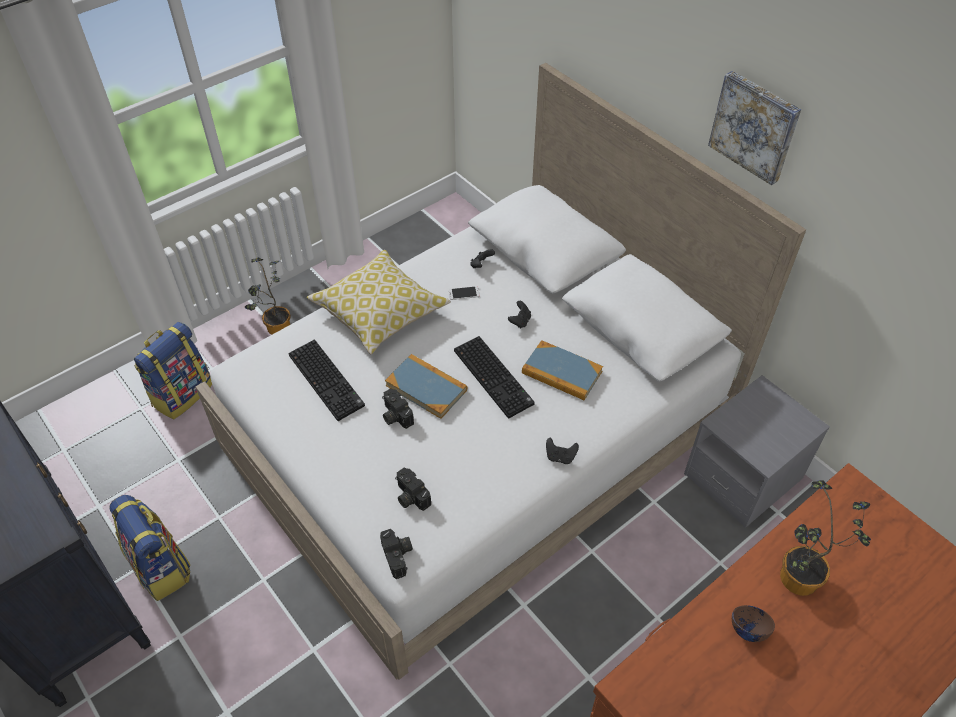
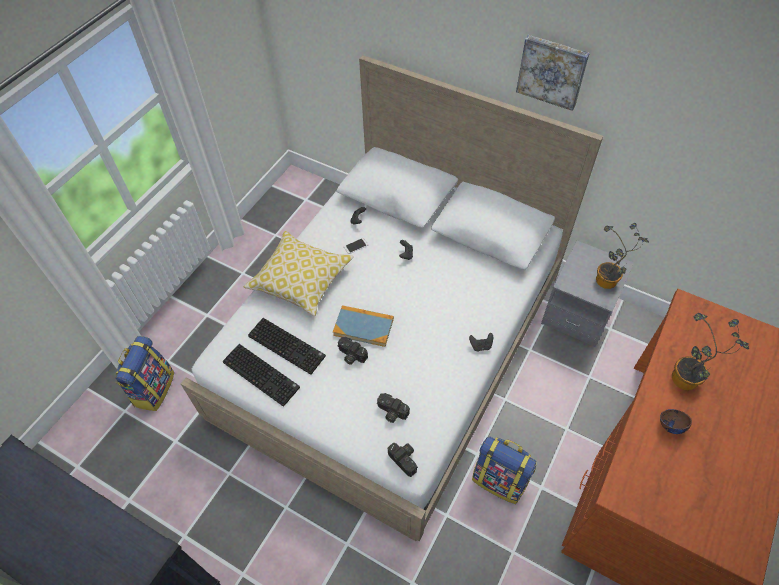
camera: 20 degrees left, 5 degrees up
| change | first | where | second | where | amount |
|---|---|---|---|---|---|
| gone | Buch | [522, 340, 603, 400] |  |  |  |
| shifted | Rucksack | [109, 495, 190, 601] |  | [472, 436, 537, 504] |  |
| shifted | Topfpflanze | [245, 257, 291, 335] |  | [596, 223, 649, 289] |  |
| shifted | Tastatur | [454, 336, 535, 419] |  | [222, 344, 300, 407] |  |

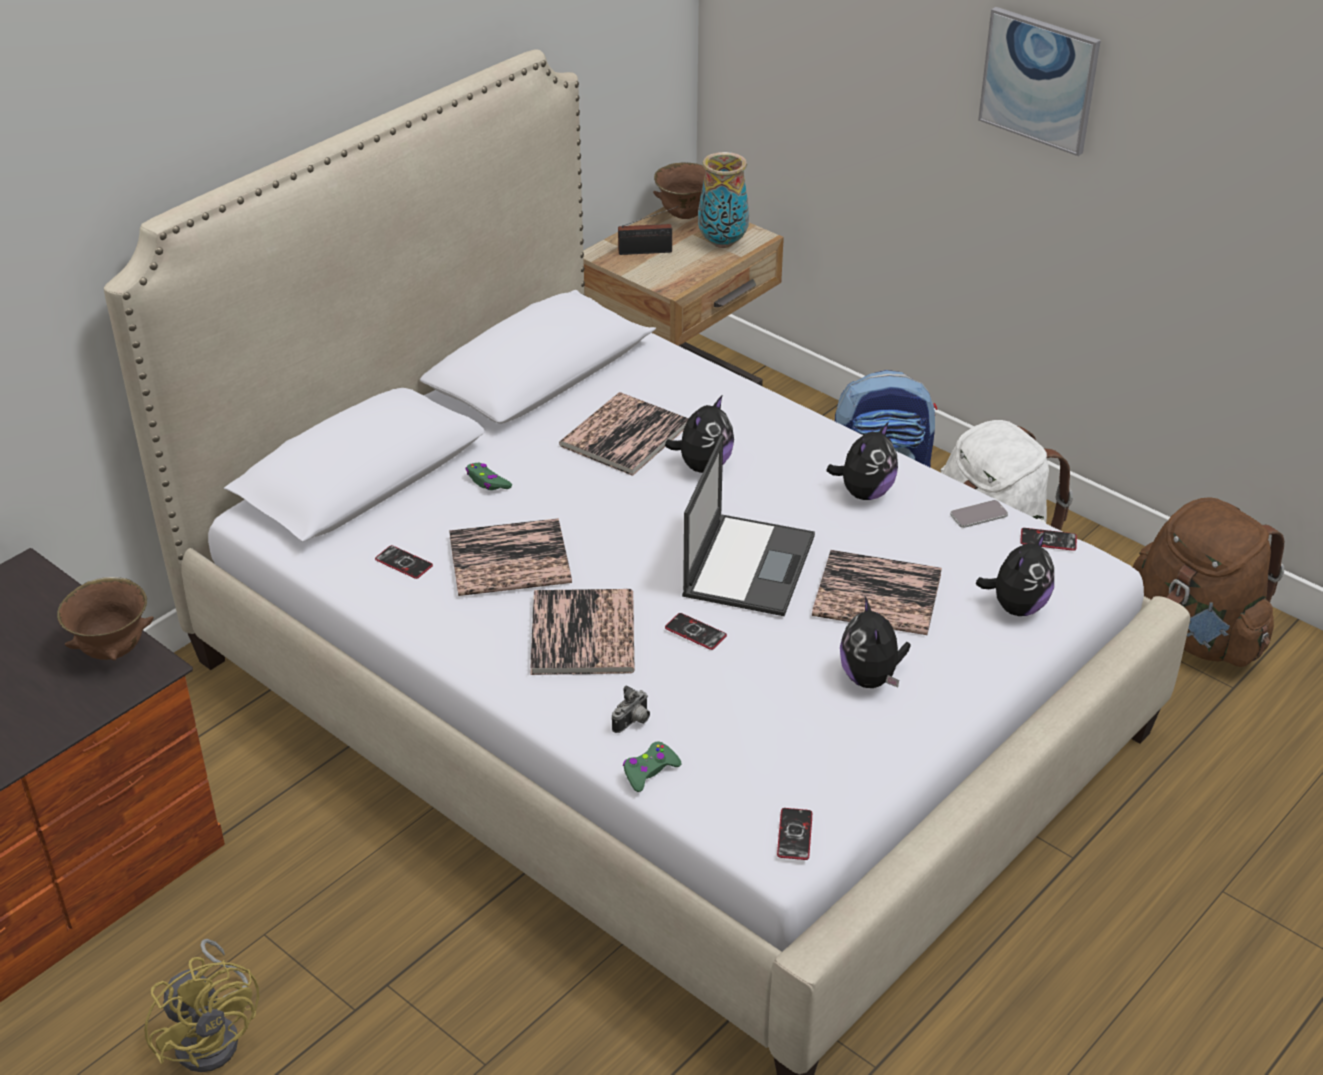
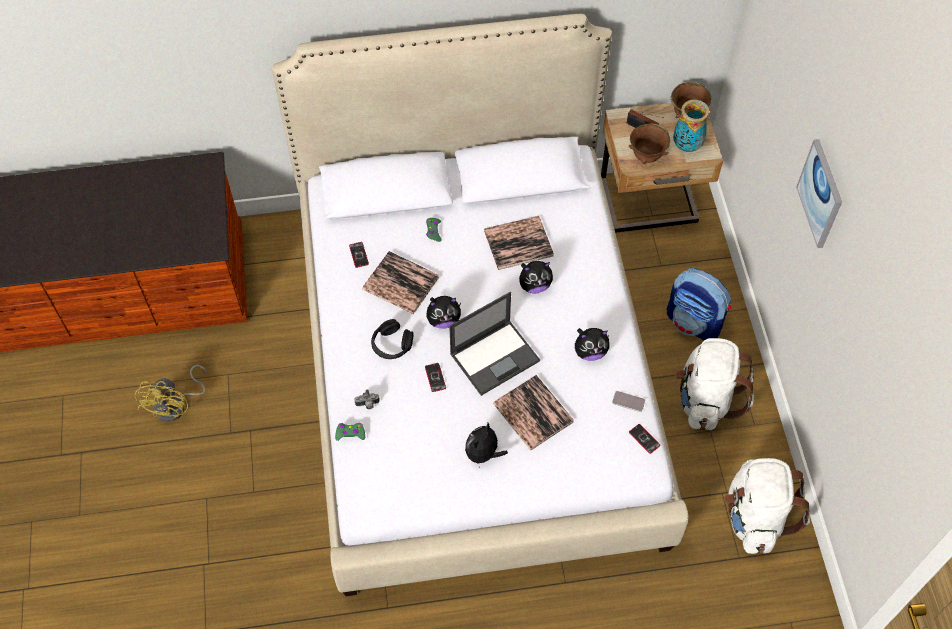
camera: 40 degrees right, 20 degrees up
| change | first | where | second | where | amount |
|---|---|---|---|---|---|
| gone | Handy | [777, 808, 812, 860] |  |  |  |
| shifted | Schüssel/braun | [57, 577, 154, 660] |  | [629, 123, 670, 164] |  |
| shifted | Plüschtier | [976, 532, 1054, 616] |  | [426, 296, 461, 329] |  |
| swapped | Buch | [530, 589, 635, 675] | Kopfhörer/schwarz | [371, 319, 413, 359] |  |
| repainted | Rucksack/braun | [1133, 497, 1284, 667] | Rucksack/weiß | [724, 458, 810, 554] |  |

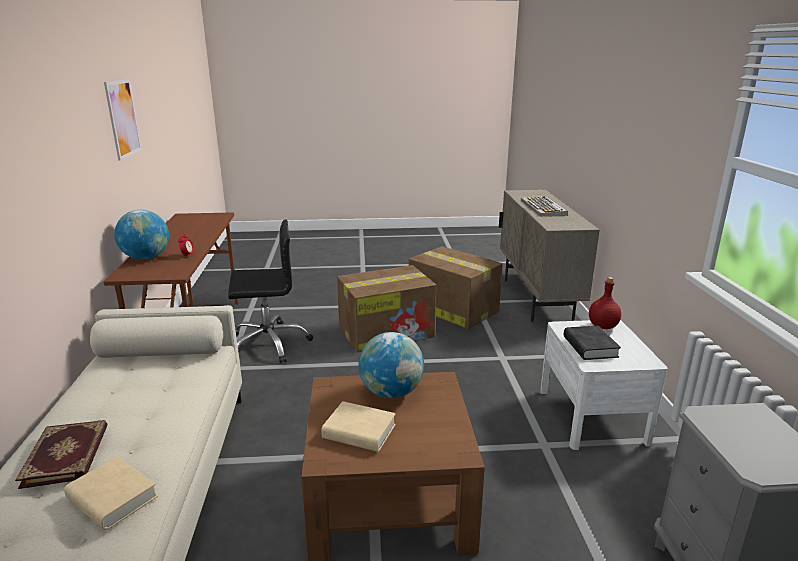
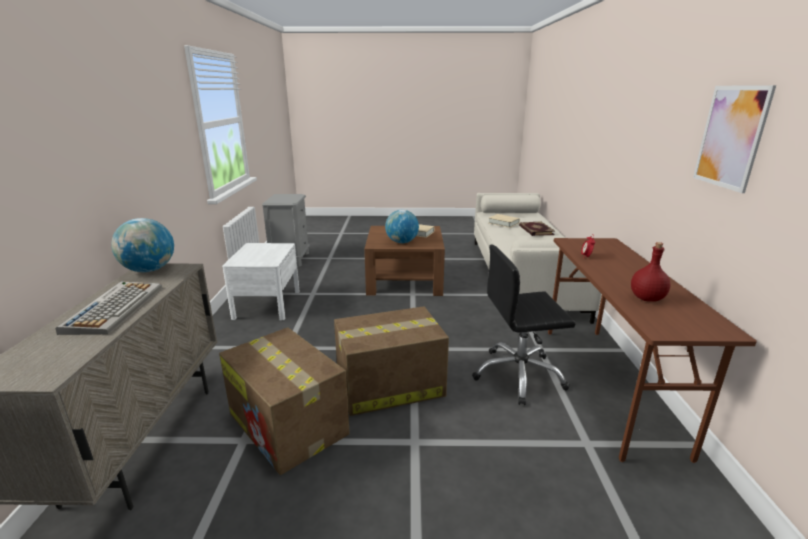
camera: 175 degrees left, 0 degrees up
| change | first | where | second | where | amount |
|---|---|---|---|---|---|
| gone | Buch/schwarz | [564, 325, 621, 360] |  |  |  |
| shifted | Globus | [114, 210, 169, 260] |  | [111, 218, 174, 272] |  |
| shifted | Flasche/rot | [589, 277, 621, 329] |  | [631, 242, 670, 302] |  |

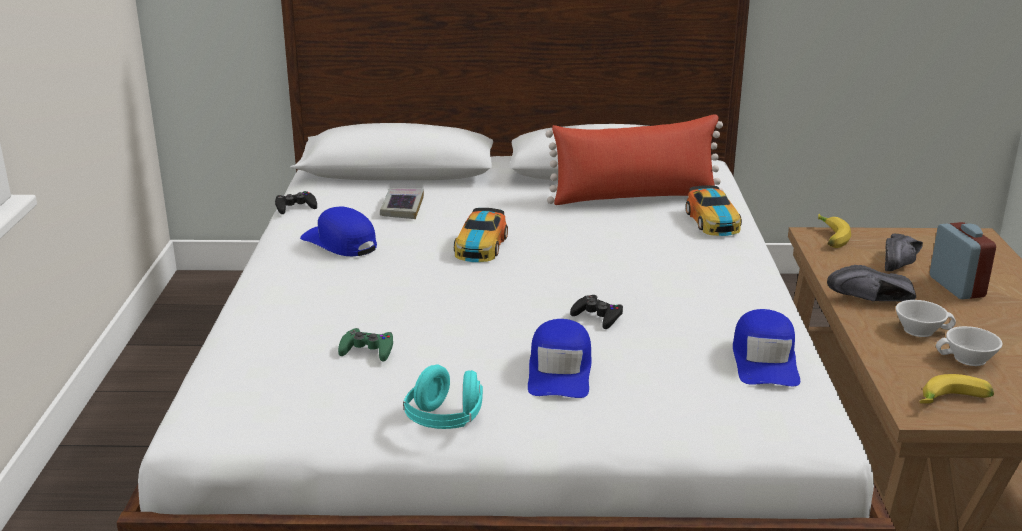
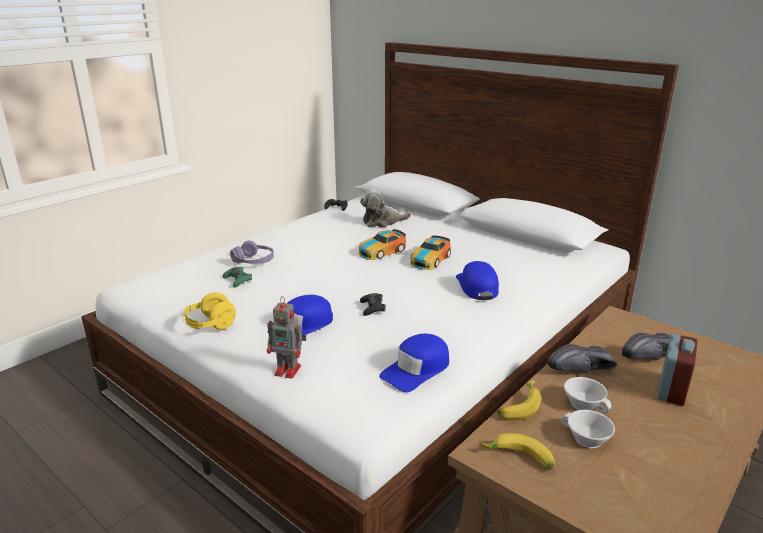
camera: 40 degrees right, 0 degrees up
| change | first | where | second | where | amount |
|---|---|---|---|---|---|
| gone | Kissen/rot | [545, 114, 723, 205] |  |  |  |
| new |  |  | Kopfhörer/lila | [230, 241, 274, 264] |  |
| new |  |  | Spielzeugroboter | [267, 297, 306, 379] |  |
| shifted | Kappe/blau | [300, 207, 377, 256] |  | [456, 261, 499, 300] |  |
| shifted | Spielzeugauto | [685, 185, 742, 236] |  | [410, 235, 451, 270] |  |
| shifted | Banane | [818, 214, 851, 248] |  | [497, 380, 541, 420] |  |
| swapped | Buch | [380, 188, 424, 219] | Plüschtier | [360, 189, 411, 227] |  |
| repainted | Kopfhörer/türkis | [403, 365, 483, 429] | Kopfhörer/gelb | [182, 292, 236, 330] |  |
| rotated | Schuh/schwarz | [827, 265, 916, 302] |  | [548, 344, 617, 373] | 60 degrees counterclockwise |

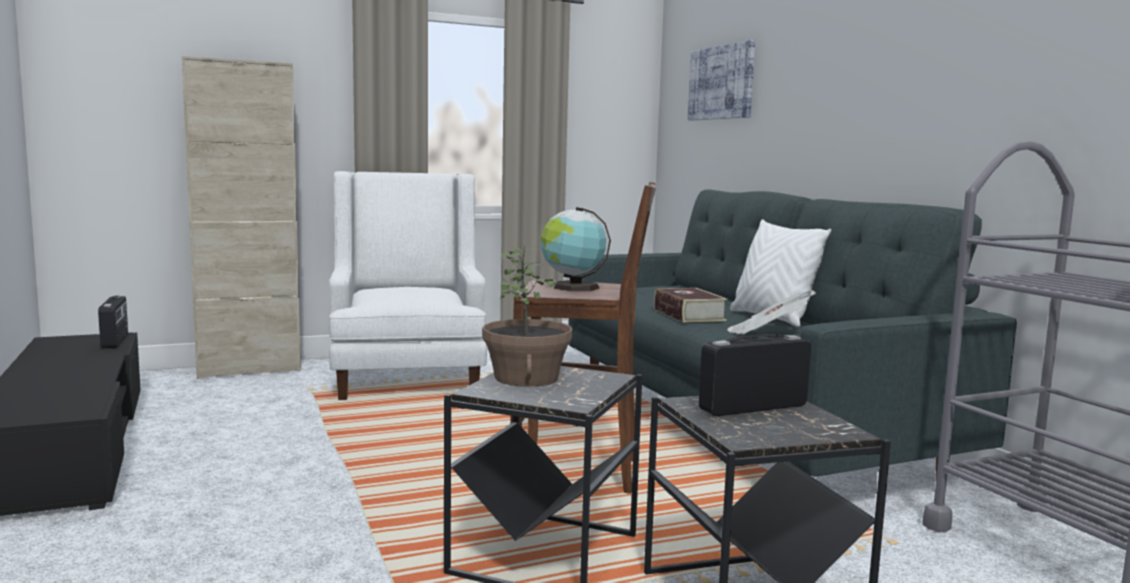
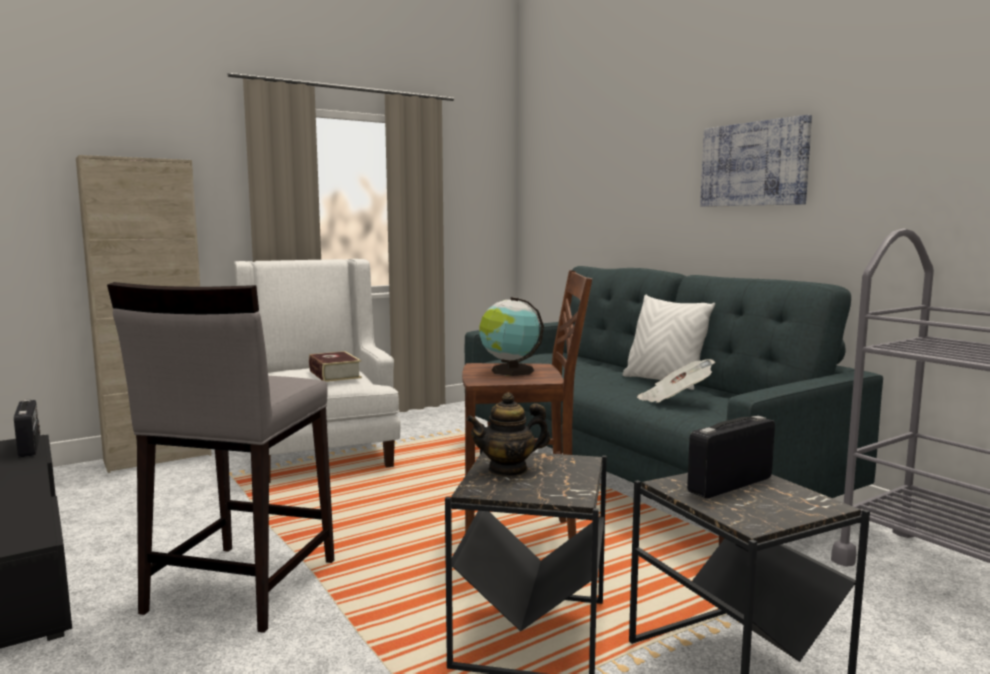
camera: 10 degrees left, 0 degrees up
| change | first | where | second | where | amount |
|---|---|---|---|---|---|
| new |  |  | Hocker/grau | [107, 282, 334, 633] |  |
| shifted | Buch | [654, 288, 728, 323] |  | [309, 351, 362, 382] |  |
| shifted | Bild | [688, 40, 755, 120] |  | [700, 115, 812, 207] |  |
| swapped | Topfpflanze | [482, 246, 572, 387] | Teekanne | [466, 392, 550, 477] |  |

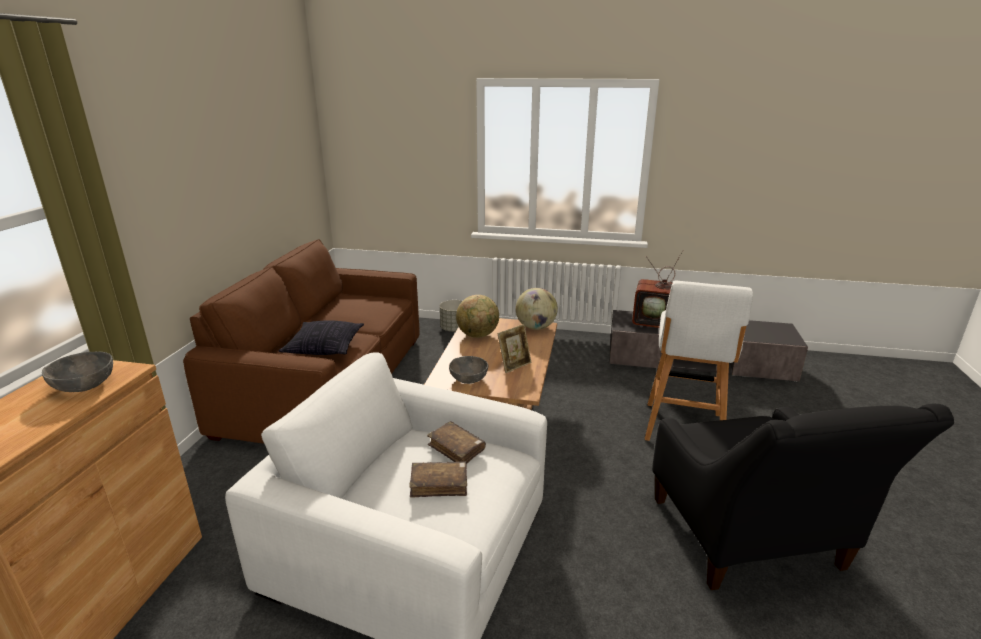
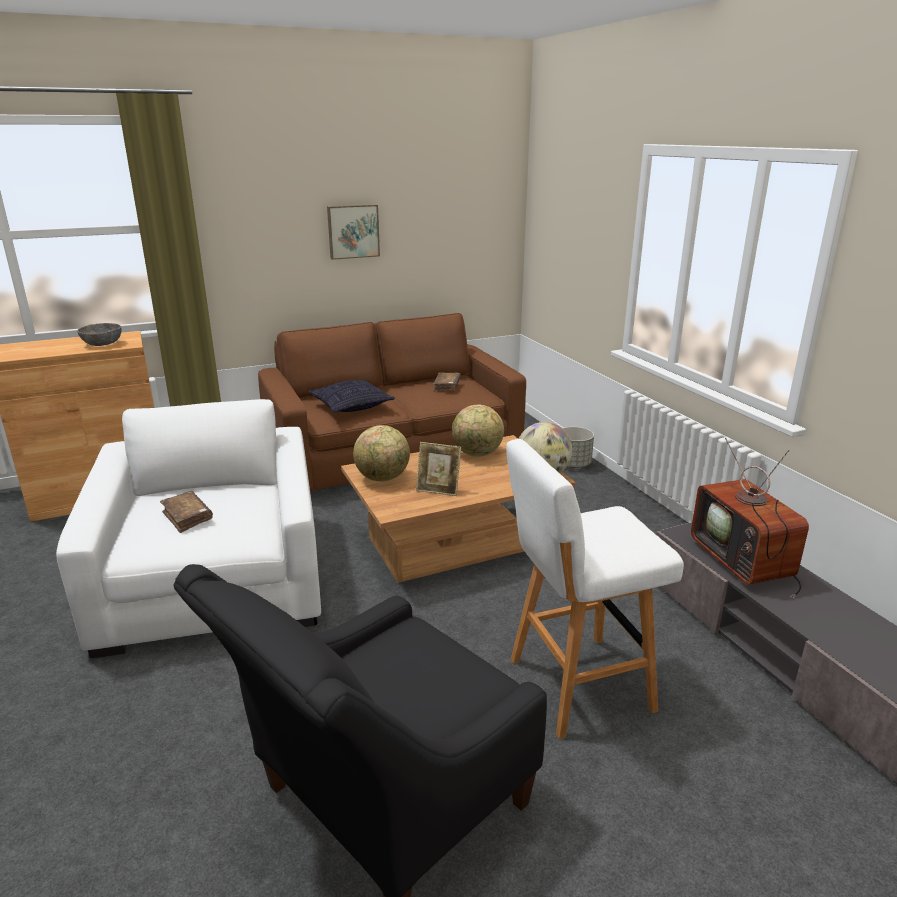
camera: 55 degrees right, 0 degrees up
| change | first | where | second | where | amount |
|---|---|---|---|---|---|
| new |  |  | Bild | [327, 204, 380, 260] |  |
| shifted | Buch/braun | [427, 421, 486, 464] |  | [432, 372, 461, 392] |  |
| swapped | Schüssel/grau | [449, 356, 488, 384] | Globus | [353, 425, 410, 481] |  |

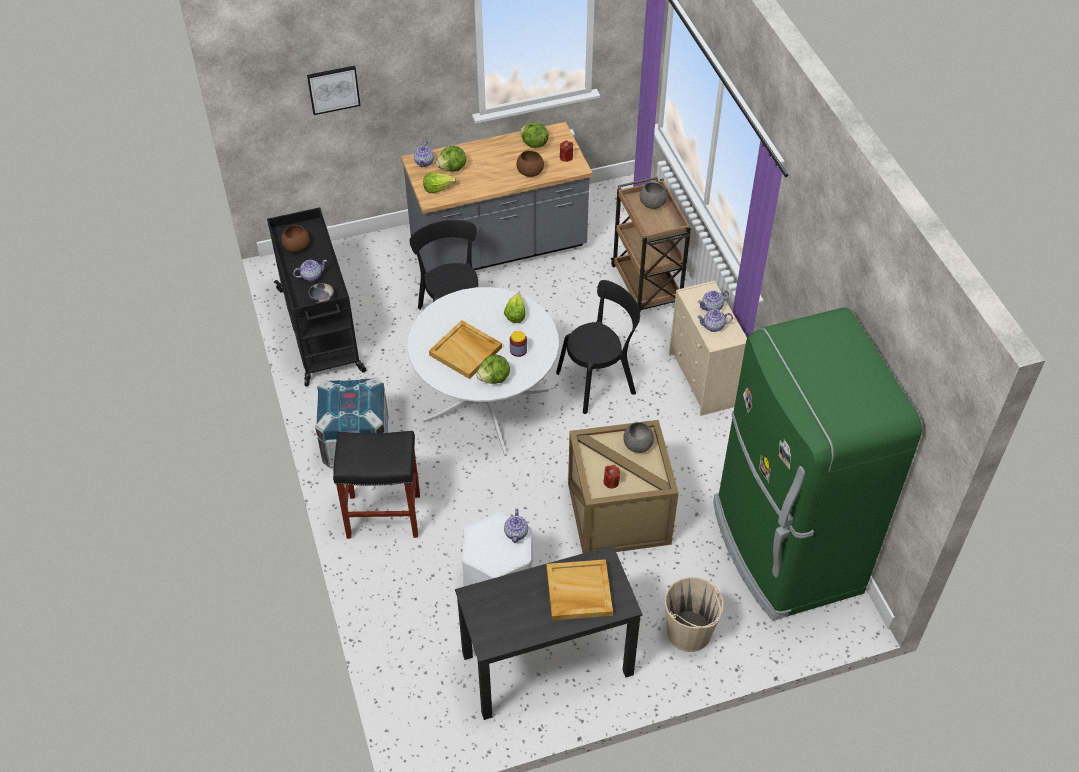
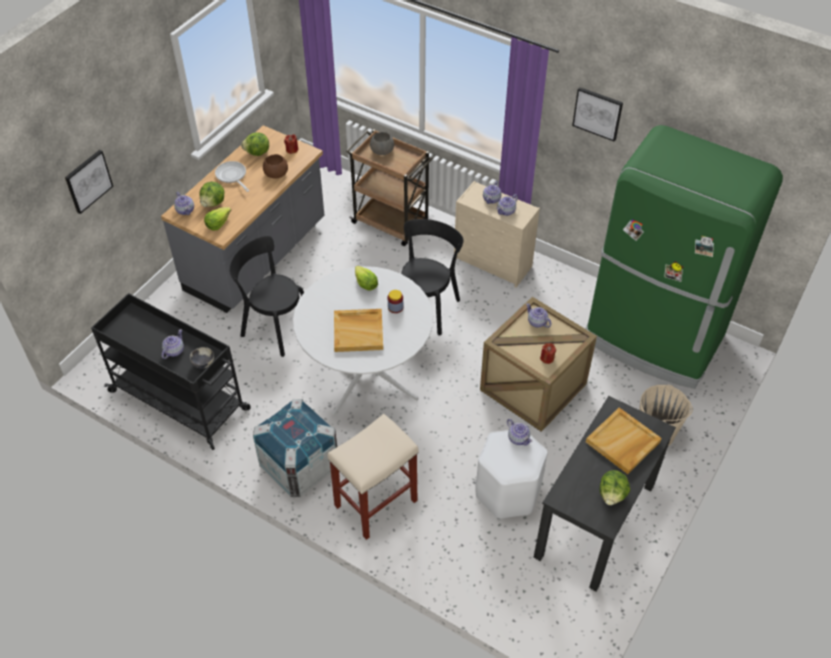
camera: 40 degrees left, 0 degrees up
| change | first | where | second | where | amount |
|---|---|---|---|---|---|
| gone | Schüssel/braun | [281, 225, 309, 252] |  |  |  |
| new |  |  | Pfanne | [215, 161, 249, 192] |  |
| new |  |  | Bild | [572, 87, 623, 141] |  |
| shifted | Salatkopf | [476, 355, 510, 384] |  | [599, 470, 630, 505] |  |
| swapped | Schüssel/grau | [623, 422, 654, 453] | Teekanne | [526, 303, 551, 328] |  |
| repainted | Hocker/schwarz | [333, 431, 420, 539] | Hocker/beige | [327, 414, 418, 540] |  |

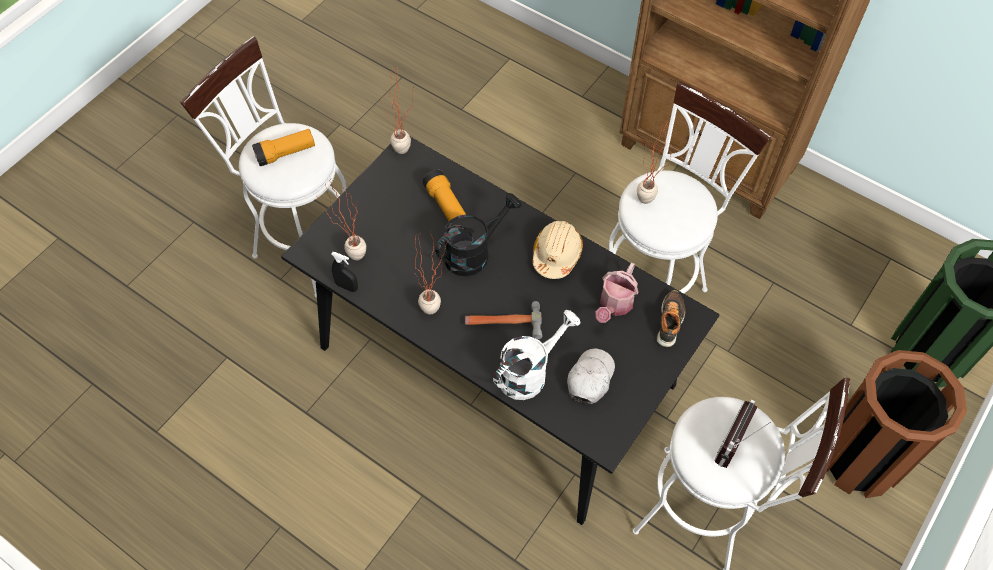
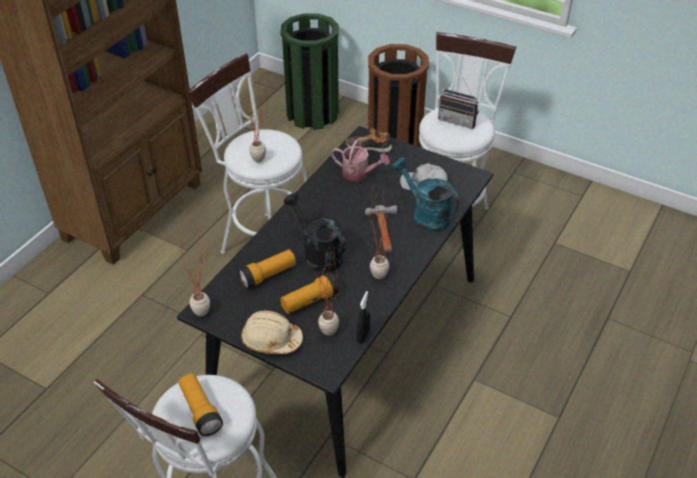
camera: 95 degrees left, 15 degrees down
| change | first | where | second | where | amount |
|---|---|---|---|---|---|
| new |  |  | Taschenlampe | [280, 273, 340, 314] |  |
| shifted | Schutzhelm/beige | [533, 221, 583, 279] |  | [241, 311, 303, 354] |  |
| repainted | Gießkanne/weiß | [493, 310, 580, 400] | Gießkanne/türkis | [392, 158, 459, 232] |  |

